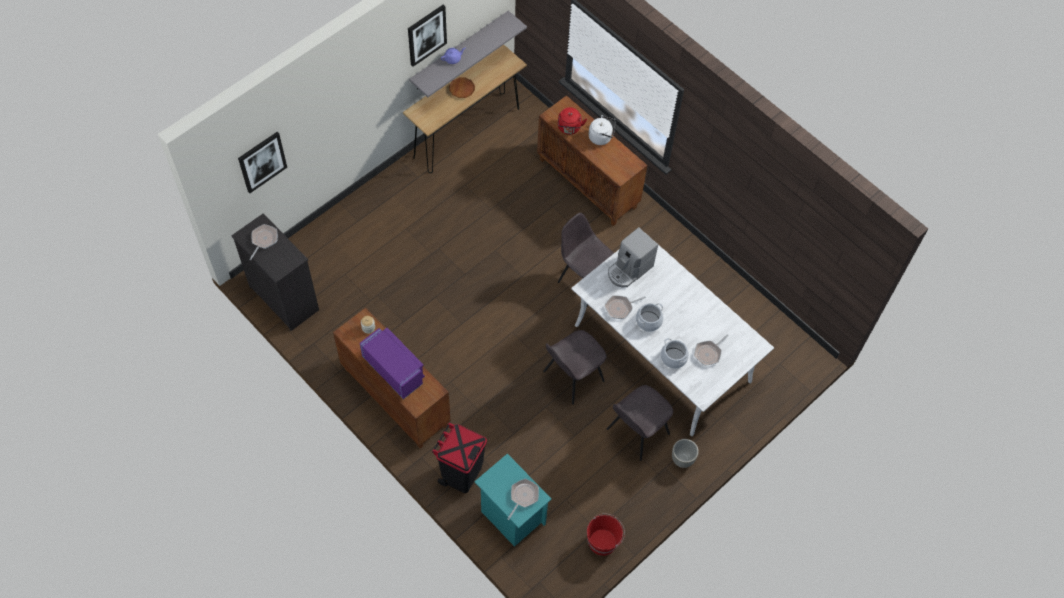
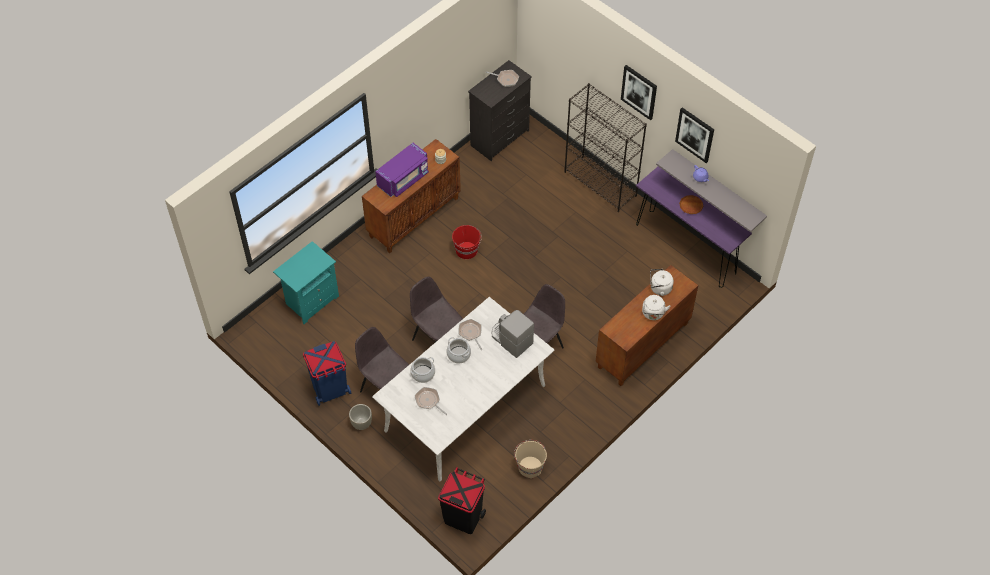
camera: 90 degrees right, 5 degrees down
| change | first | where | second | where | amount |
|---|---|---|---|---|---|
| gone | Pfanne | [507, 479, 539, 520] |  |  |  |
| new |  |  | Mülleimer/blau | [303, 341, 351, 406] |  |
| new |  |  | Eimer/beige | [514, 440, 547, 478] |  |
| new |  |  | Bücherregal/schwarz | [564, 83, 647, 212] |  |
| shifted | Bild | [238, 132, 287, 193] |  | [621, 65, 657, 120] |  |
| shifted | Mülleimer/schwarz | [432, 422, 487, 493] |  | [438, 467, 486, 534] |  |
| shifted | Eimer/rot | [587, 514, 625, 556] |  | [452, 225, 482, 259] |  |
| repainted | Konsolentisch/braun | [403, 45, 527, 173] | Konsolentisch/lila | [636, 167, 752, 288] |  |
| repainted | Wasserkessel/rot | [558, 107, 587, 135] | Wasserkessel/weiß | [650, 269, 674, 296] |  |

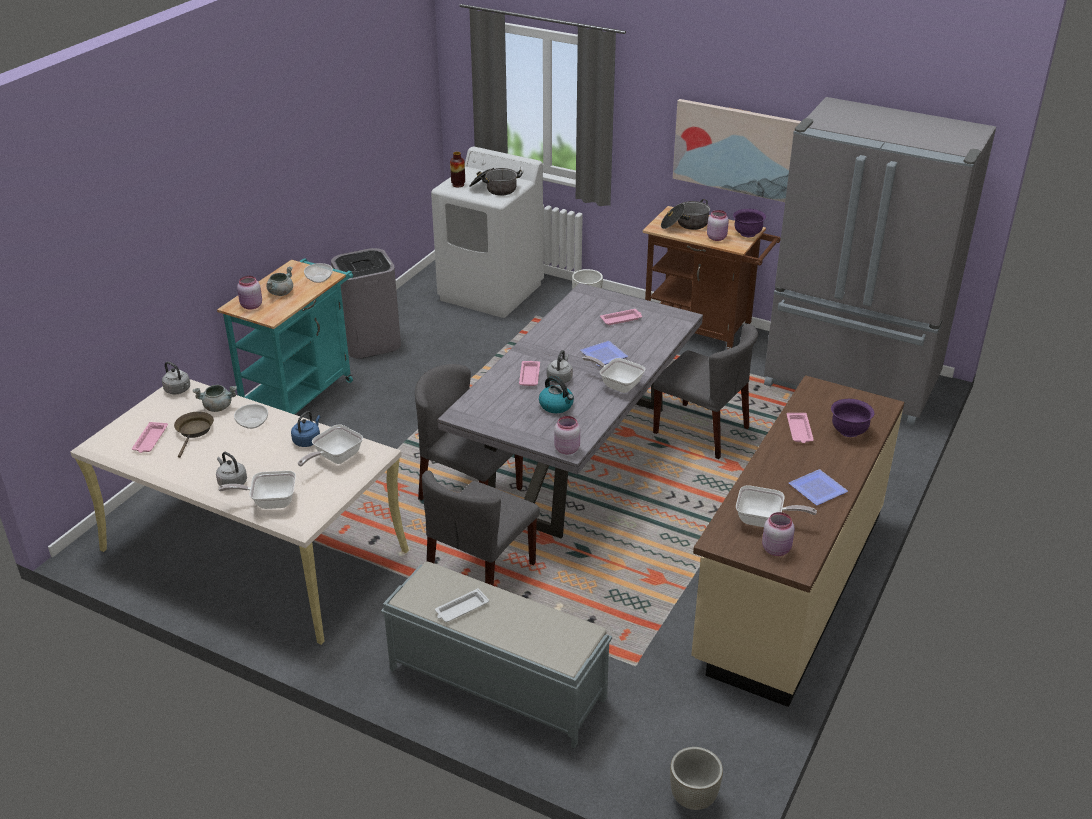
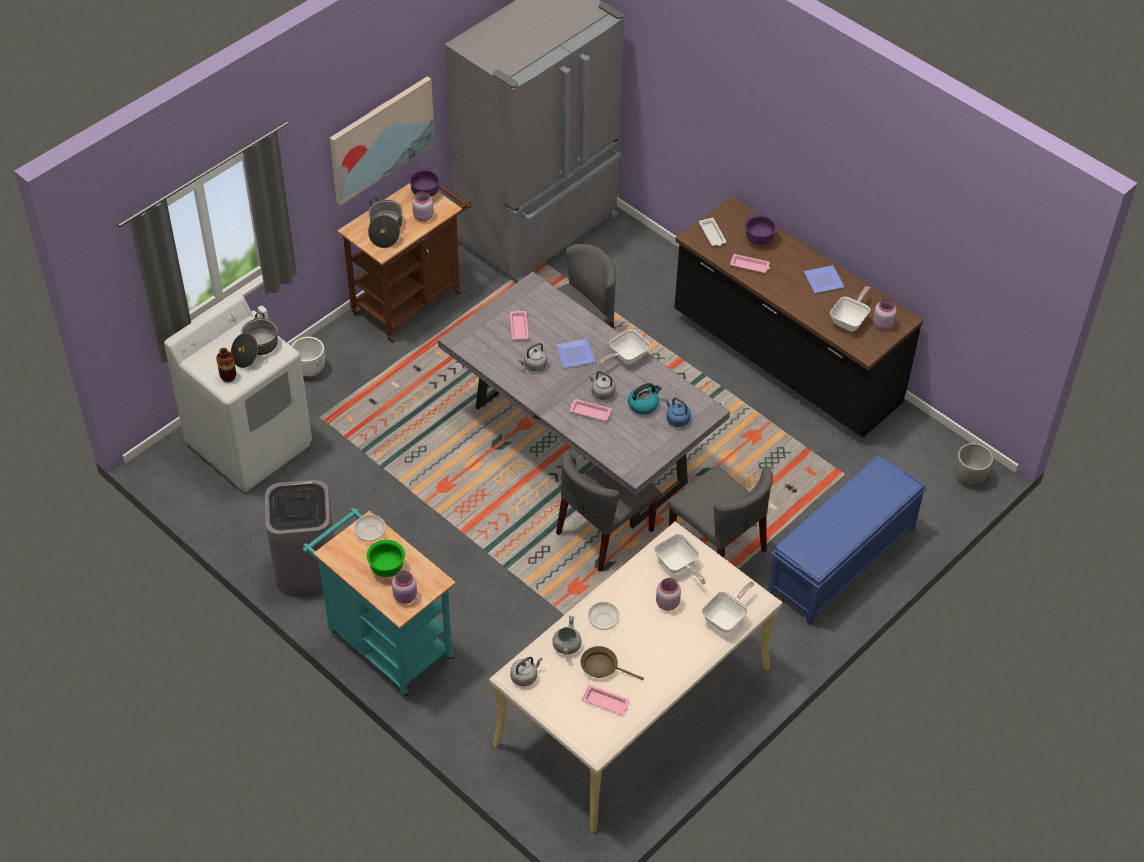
camera: 75 degrees left, 15 degrees up
| change | first | where | second | where | amount |
|---|---|---|---|---|---|
| shifted | Wasserkessel/grau | [216, 452, 247, 486] |  | [518, 343, 547, 371] |  |
| shifted | Wasserkessel/blau | [291, 411, 320, 447] |  | [665, 398, 691, 427] |  |
| shifted | Tablett/weiß | [435, 588, 489, 622] |  | [699, 218, 726, 246] |  |
| shifted | Vorratsglas/rosa | [554, 416, 580, 455] |  | [656, 578, 681, 611] |  |
| swapped | Kochtopf/grau | [266, 266, 293, 296] | Schüssel/grün | [367, 540, 405, 577] |  |
| repainted | Bank/grau | [381, 561, 612, 749] | Bank/blau | [767, 456, 926, 626] |  |
| repainted | Küchenzeile/beige | [691, 375, 904, 707] | Küchenzeile/schwarz | [674, 196, 923, 437] |  |
| rotated | Pfanne | [218, 471, 296, 509] |  | [701, 581, 755, 633] | 150 degrees counterclockwise |

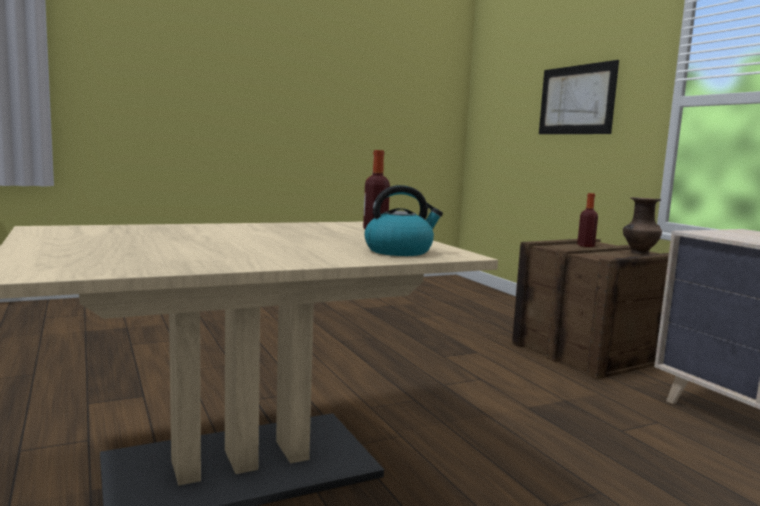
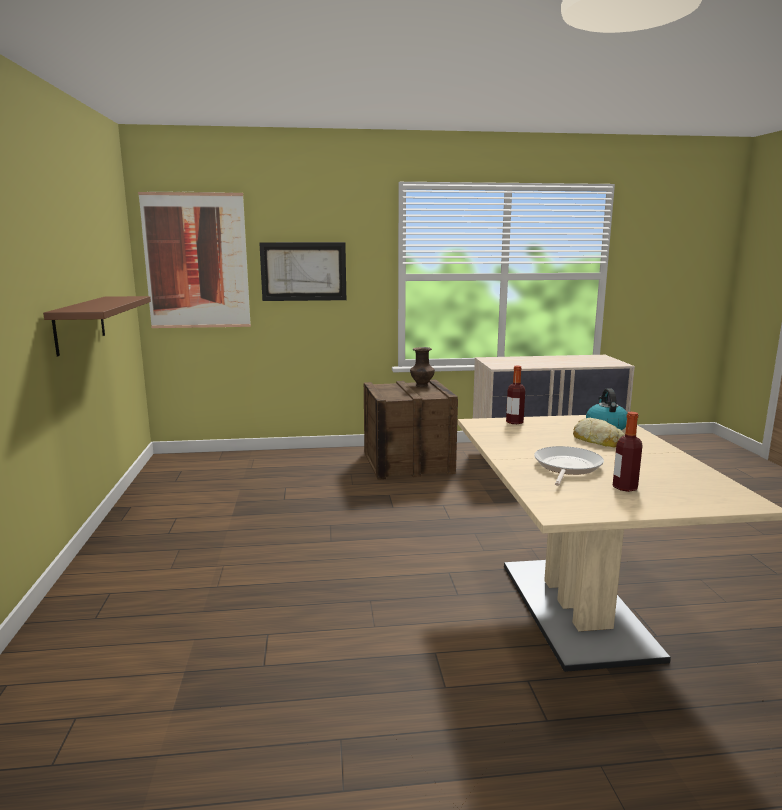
camera: 70 degrees left, 5 degrees up
| change | first | where | second | where | amount |
|---|---|---|---|---|---|
| new |  |  | Wandregal/braun | [43, 296, 151, 356] |  |
| new |  |  | Bild | [138, 191, 251, 328] |  |
| new |  |  | Pfanne | [534, 446, 604, 486] |  |
| new |  |  | Brot | [573, 418, 625, 447] |  |
| shifted | Flasche | [577, 193, 598, 247] |  | [613, 412, 643, 492] |  |

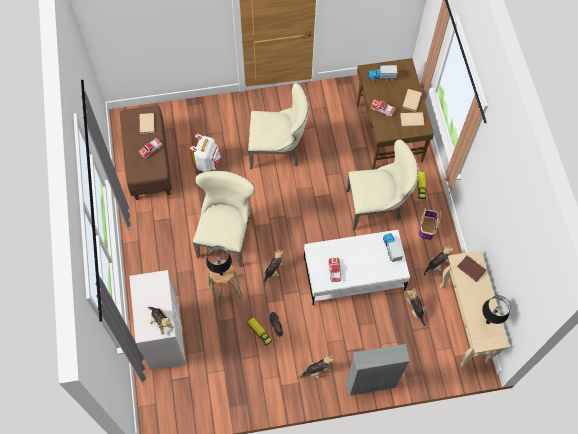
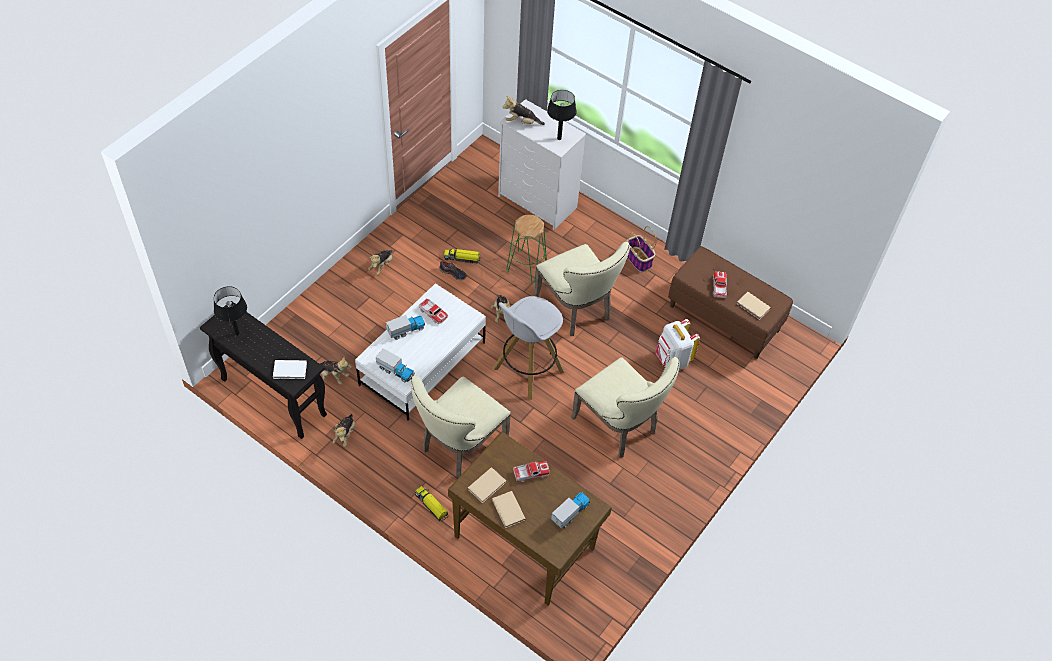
camera: 135 degrees right, 10 degrees down
| change | first | where | second | where | amount |
|---|---|---|---|---|---|
| gone | Bücherregal/grau | [346, 344, 410, 396] |  |  |  |
| new |  |  | Spielzeuglaster | [386, 315, 425, 340] |  |
| new |  |  | Hocker/weiß | [493, 296, 564, 400] |  |
| shifted | Tischlampe/schwarz | [206, 246, 232, 276] |  | [547, 90, 577, 140] |  |
| shifted | Korb | [419, 207, 441, 240] |  | [626, 226, 657, 272] |  |
| repainted | Konsolentisch/beige | [439, 250, 510, 368] | Konsolentisch/schwarz | [200, 301, 327, 439] |  |
| repainted | Buch/braun | [457, 256, 486, 282] | Buch/weiß | [273, 360, 307, 379] |  |
| rotated | Stuhl/beige | [248, 83, 309, 169] |  | [571, 357, 680, 458] | 90 degrees counterclockwise |

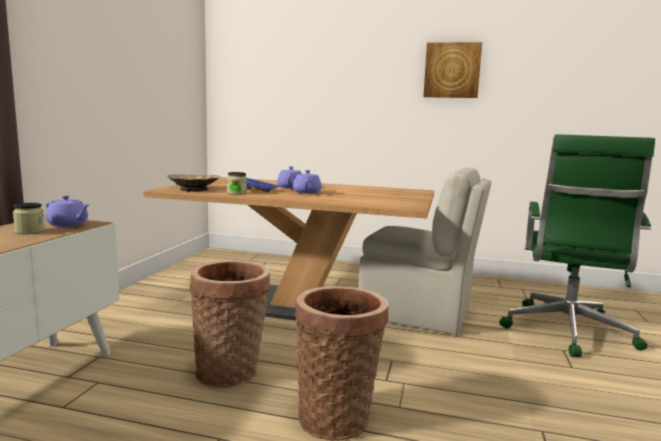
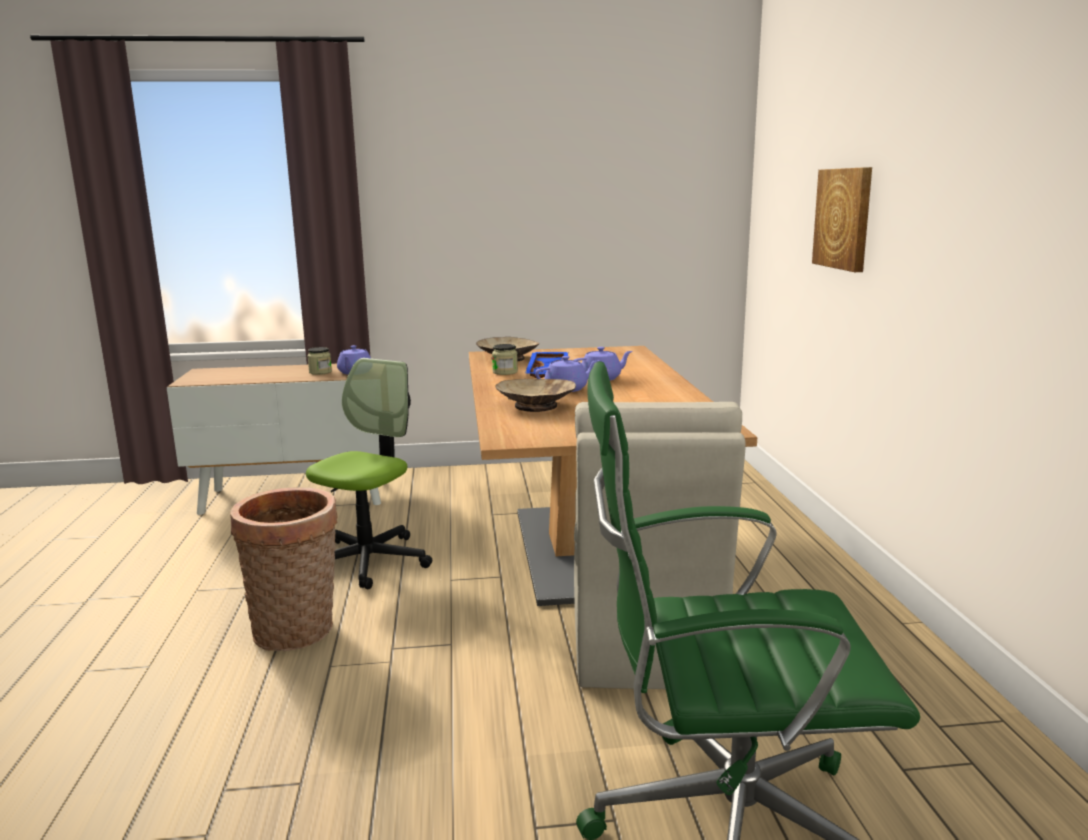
camera: 70 degrees right, 5 degrees up
| change | first | where | second | where | amount |
|---|---|---|---|---|---|
| new |  |  | Schüssel/beige | [495, 379, 576, 412] |  |
| shifted | Bild | [423, 42, 482, 98] |  | [812, 167, 872, 272] |  |
| swapped | Korb | [190, 260, 271, 388] | Bürostuhl | [306, 358, 432, 589] |  |

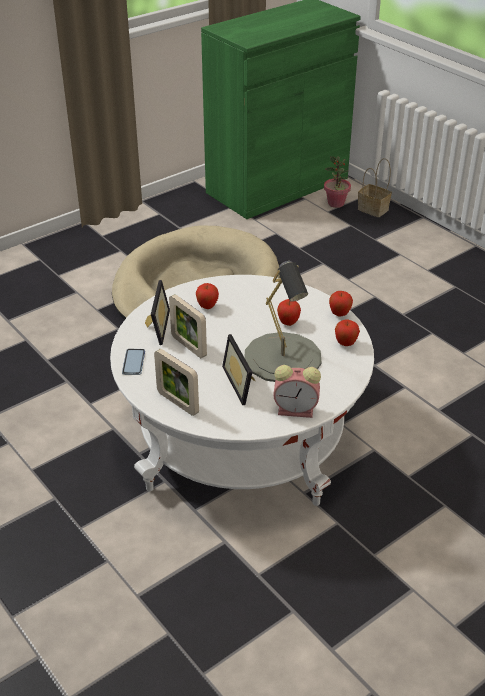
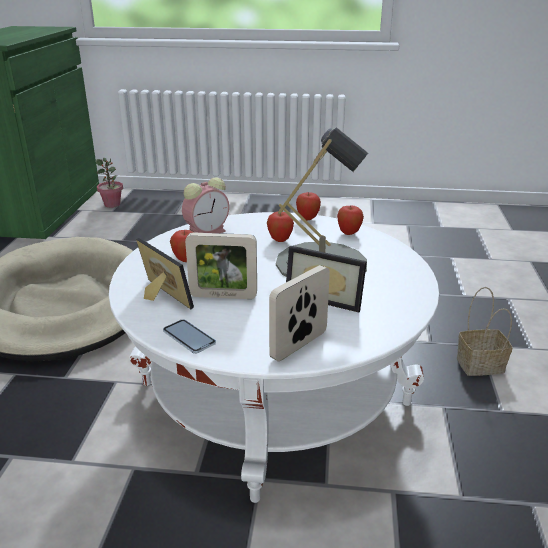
camera: 45 degrees left, 10 degrees down
| change | first | where | second | where | amount |
|---|---|---|---|---|---|
| shifted | Wecker | [273, 365, 321, 418] |  | [182, 177, 229, 233] |  |
| shifted | Korb | [358, 158, 392, 217] |  | [457, 287, 513, 376] |  |
| rotated | Bilderrahmen | [154, 349, 199, 416] |  | [269, 265, 330, 361] | 135 degrees clockwise |

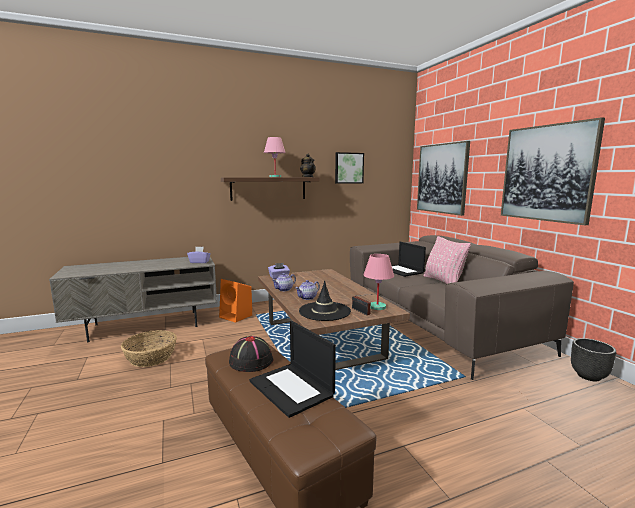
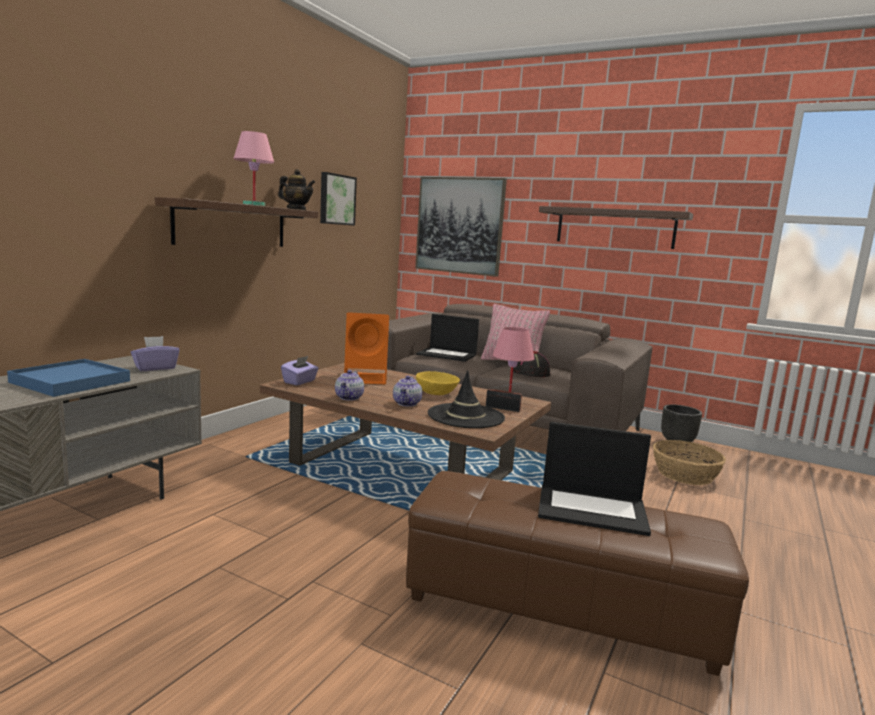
camera: 40 degrees left, 0 degrees up
| change | first | where | second | where | amount |
|---|---|---|---|---|---|
| new |  |  | Tablett/blau | [7, 359, 130, 397] |  |
| new |  |  | Schüssel/gelb | [416, 371, 460, 395] |  |
| shifted | Korb | [121, 330, 177, 367] |  | [653, 440, 726, 485] |  |
| shifted | Lautsprecher/orange | [219, 279, 252, 323] |  | [344, 312, 389, 384] |  |
| shifted | Hut/schwarz | [229, 336, 273, 372] |  | [513, 351, 550, 377] |  |
| swapped | Bild | [501, 117, 605, 225] | Wandregal | [539, 206, 693, 249] |  |

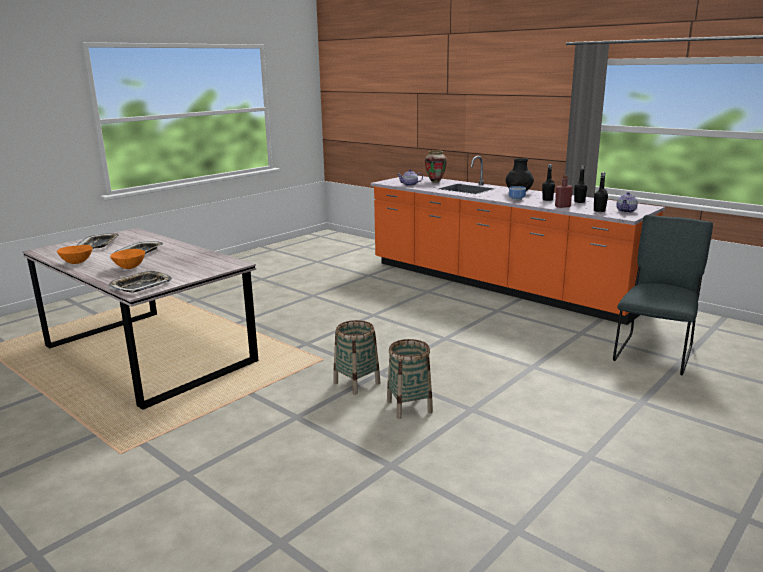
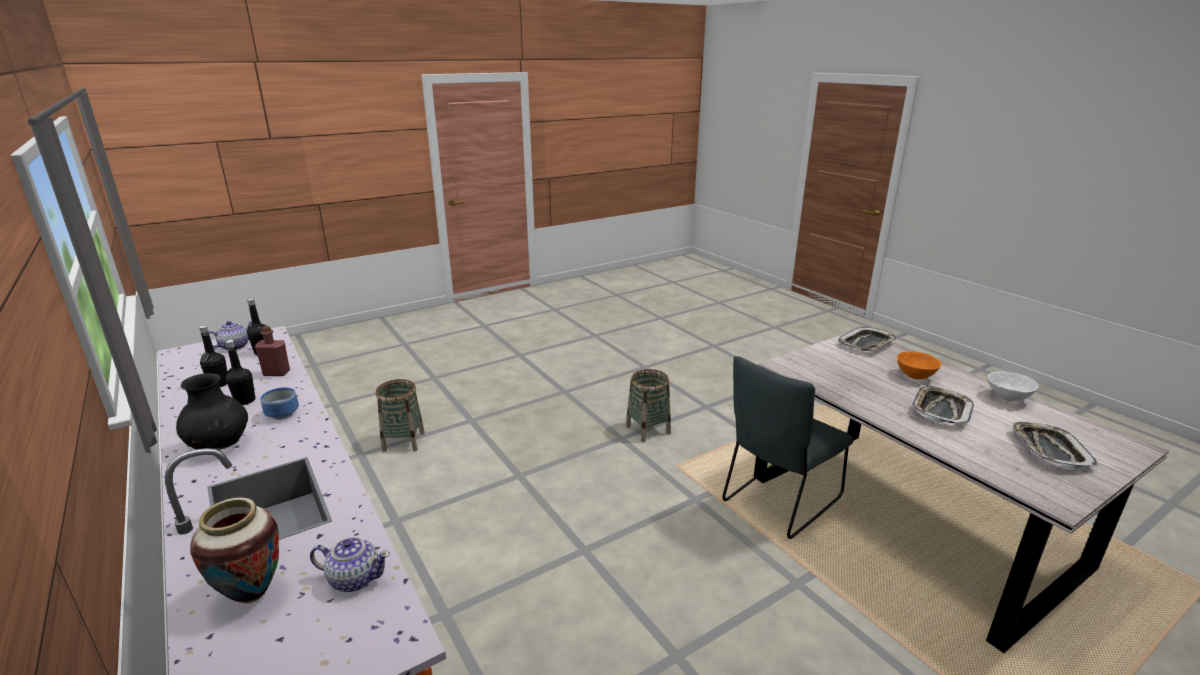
camera: 165 degrees left, 5 degrees up
| change | first | where | second | where | amount |
|---|---|---|---|---|---|
| shifted | Korb | [387, 339, 433, 419] |  | [375, 379, 425, 452] |  |
| shifted | Stuhl/grau | [613, 215, 713, 375] |  | [722, 356, 854, 539] |  |
| repainted | Schüssel/orange | [57, 245, 92, 264] | Schüssel/weiß | [988, 371, 1039, 401] |  |

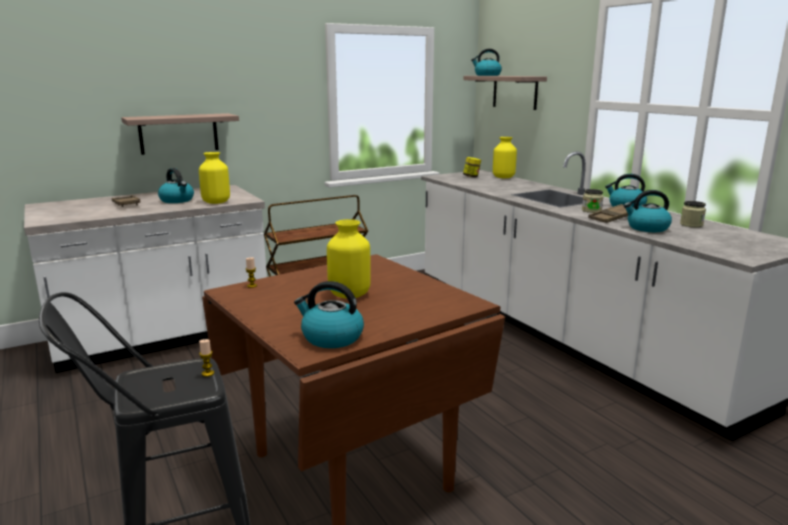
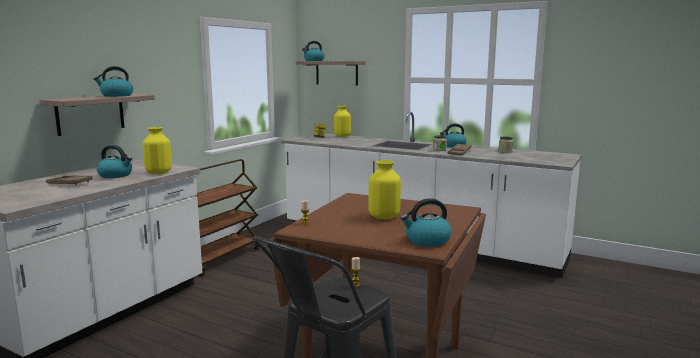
camera: 30 degrees left, 5 degrees down
| change | first | where | second | where | amount |
|---|---|---|---|---|---|
| shifted | Wasserkessel | [624, 190, 672, 232] |  | [94, 66, 133, 97] |  |

